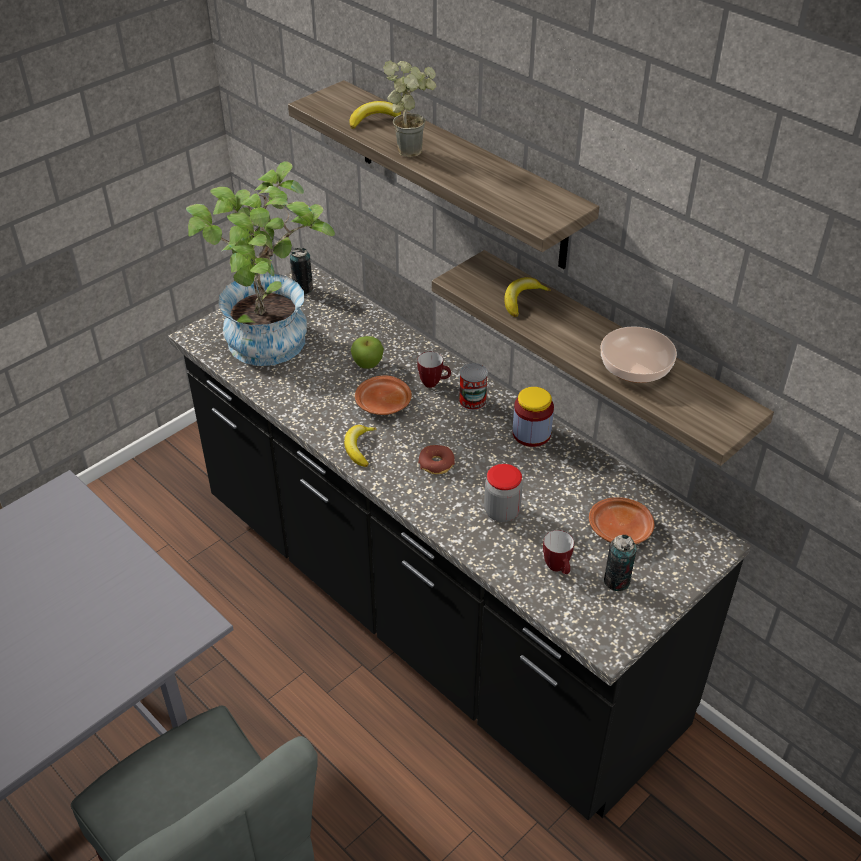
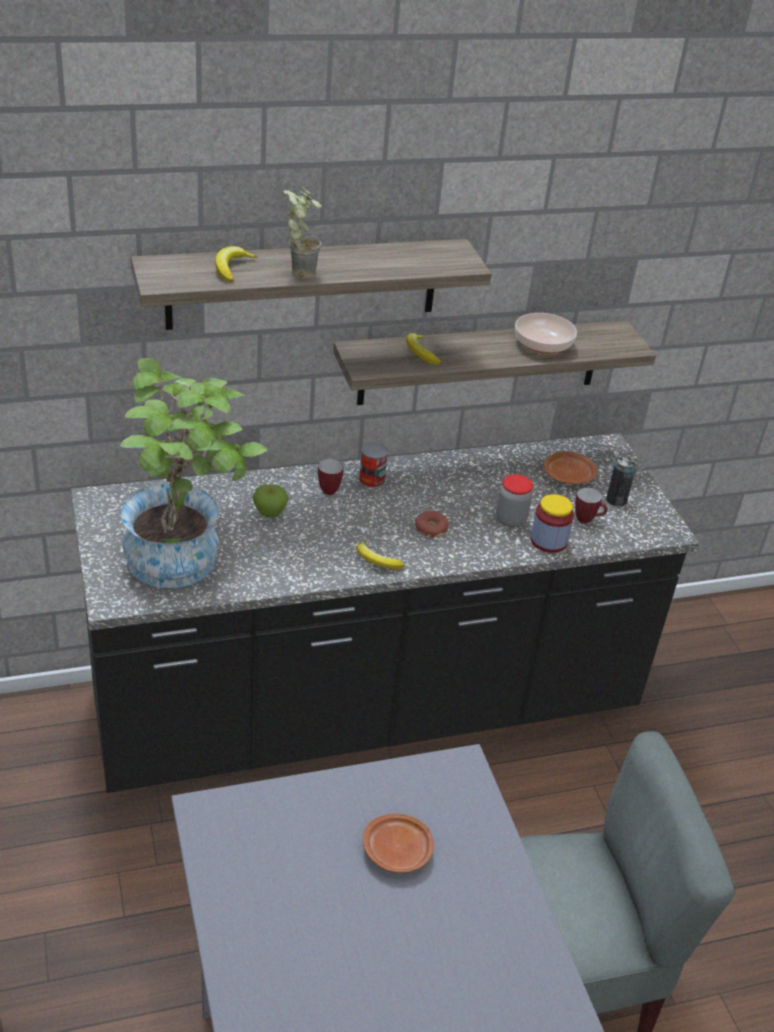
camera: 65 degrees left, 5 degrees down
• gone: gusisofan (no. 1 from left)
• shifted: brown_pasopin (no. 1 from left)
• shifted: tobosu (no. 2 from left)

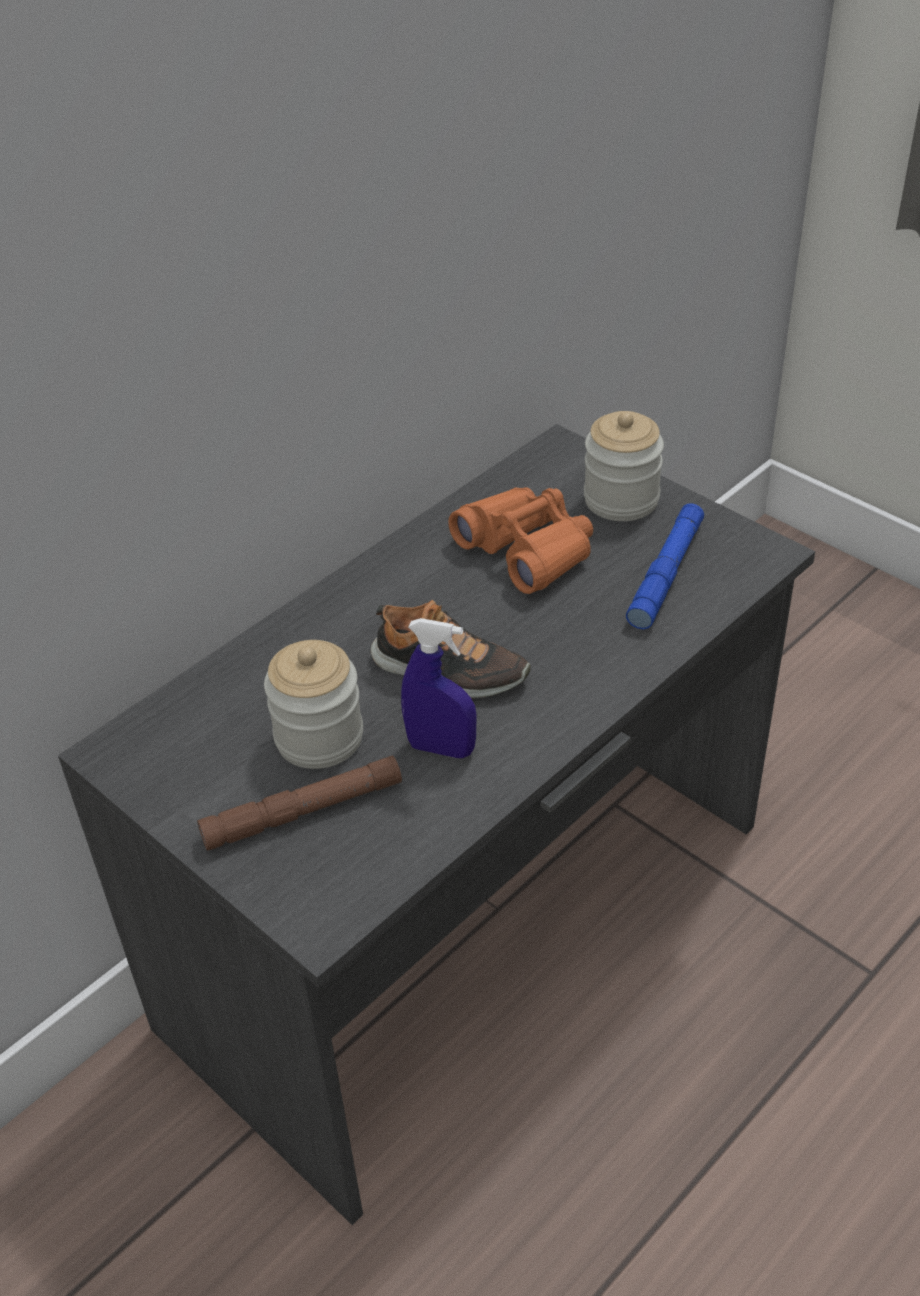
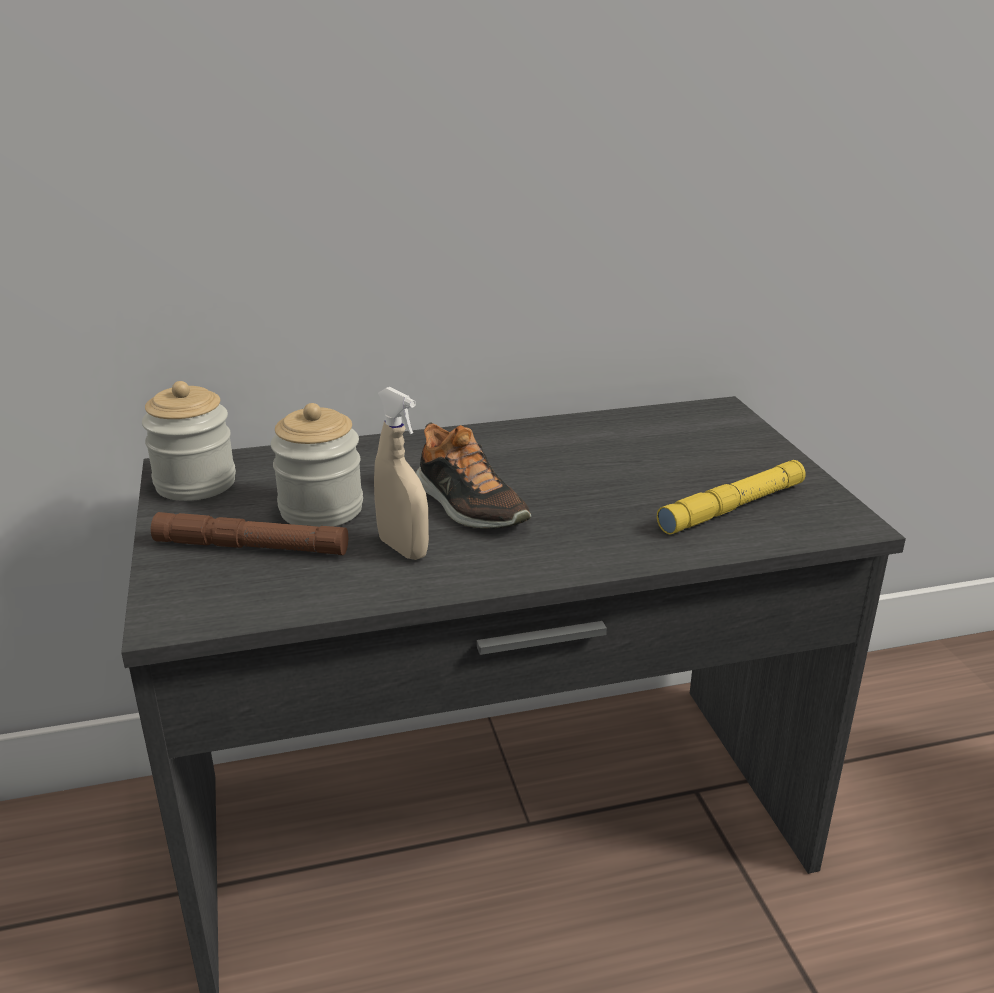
camera: 30 degrees right, 15 degrees down
• shifted: tobosu (no. 2 from left in the first image) to tobosu (no. 1 from left)
• gone: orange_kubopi
• repainted: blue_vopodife to yellow_vopodife
• repainted: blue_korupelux to beige_korupelux

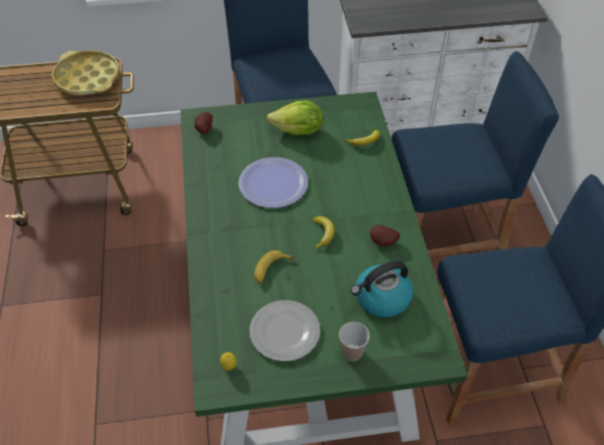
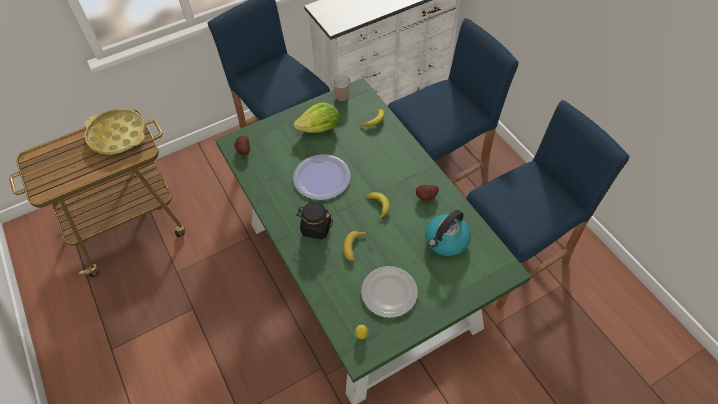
camera: 20 degrees left, 5 degrees up
• shifted: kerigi
• new: black_tobosu

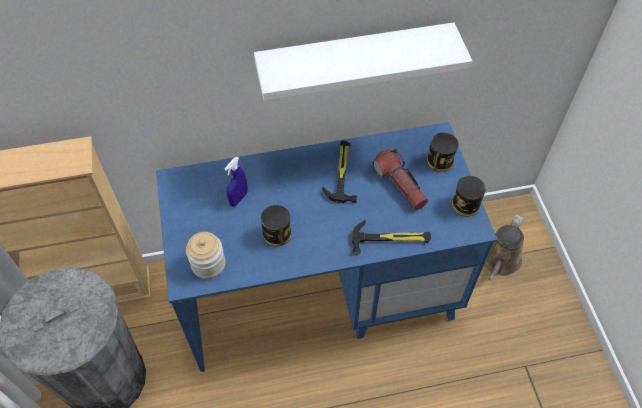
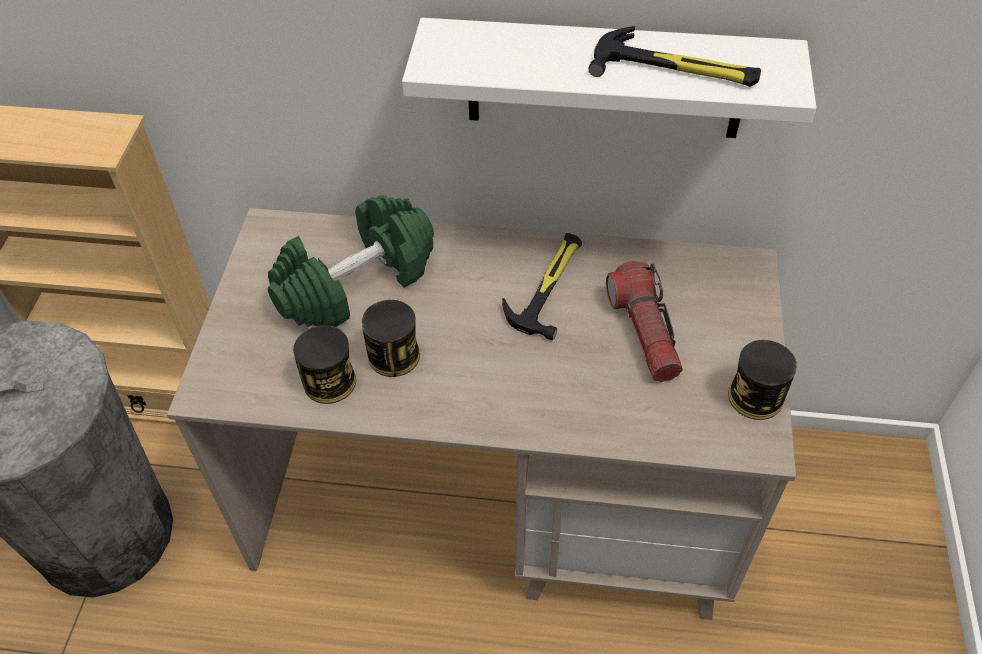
camera: 20 degrees right, 5 degrees down
• repainted: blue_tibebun to beige_tibebun
• shifted: gusisofan (no. 2 from left in the first image) to gusisofan (no. 1 from left)
• swapped: blue_korupelux to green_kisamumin
• gone: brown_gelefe
• shifted: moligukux (no. 2 from left)
• gone: tobosu

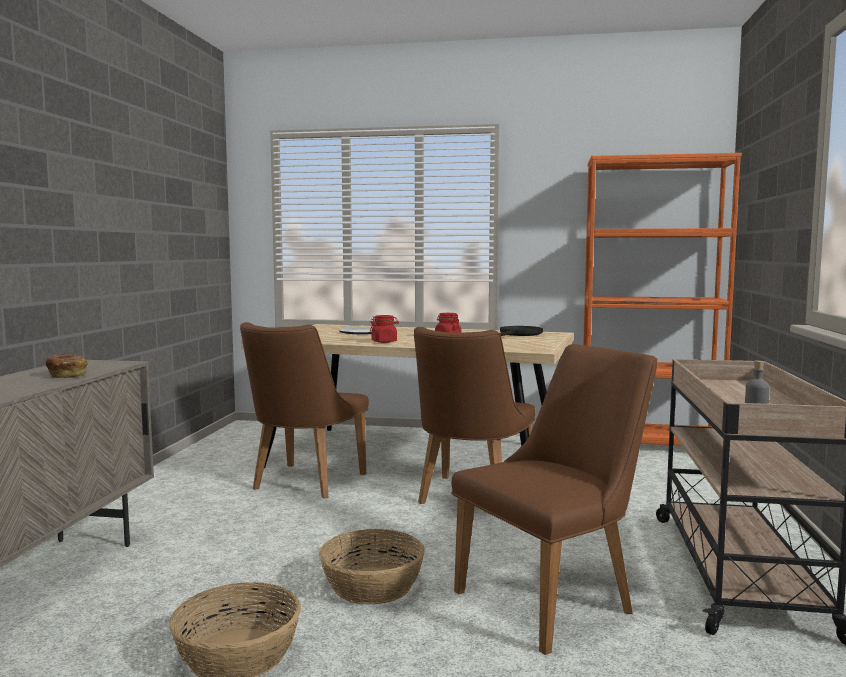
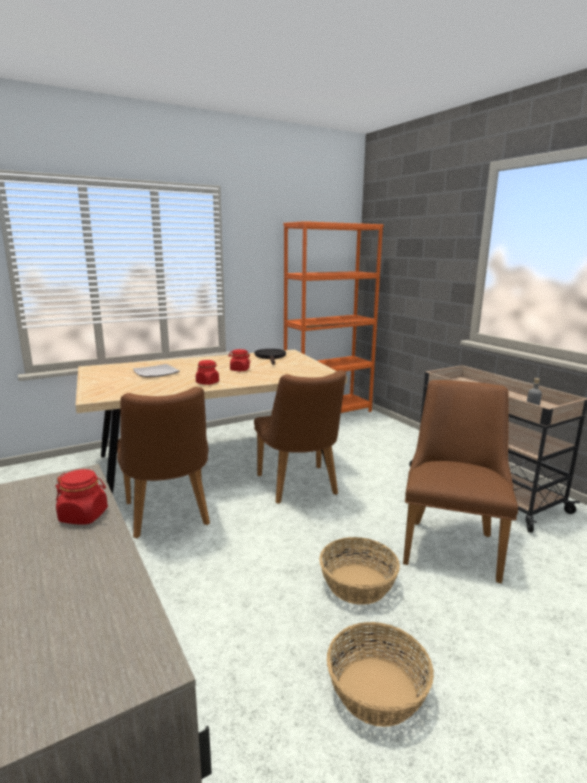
camera: 40 degrees left, 10 degrees up
• swapped: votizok to red_tobosu (no. 1 from left)

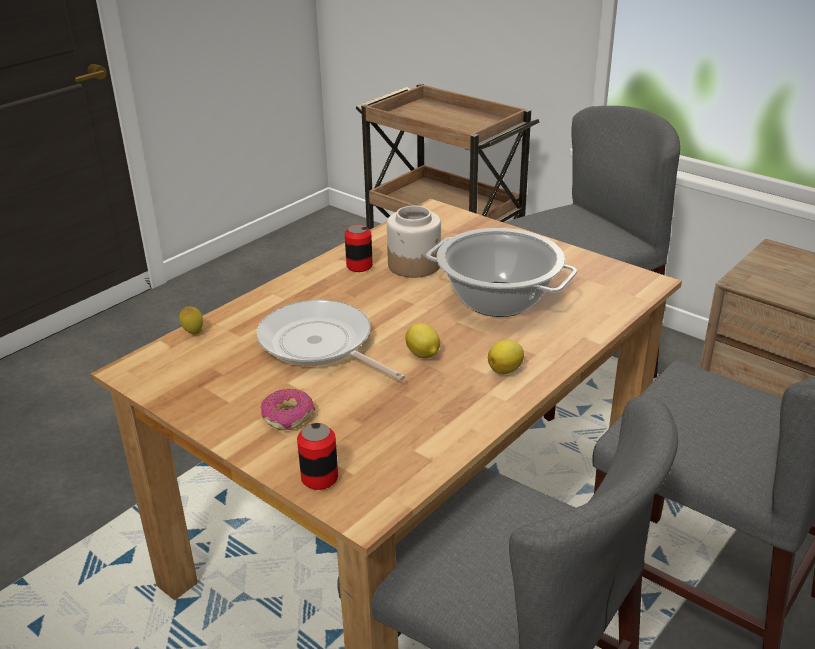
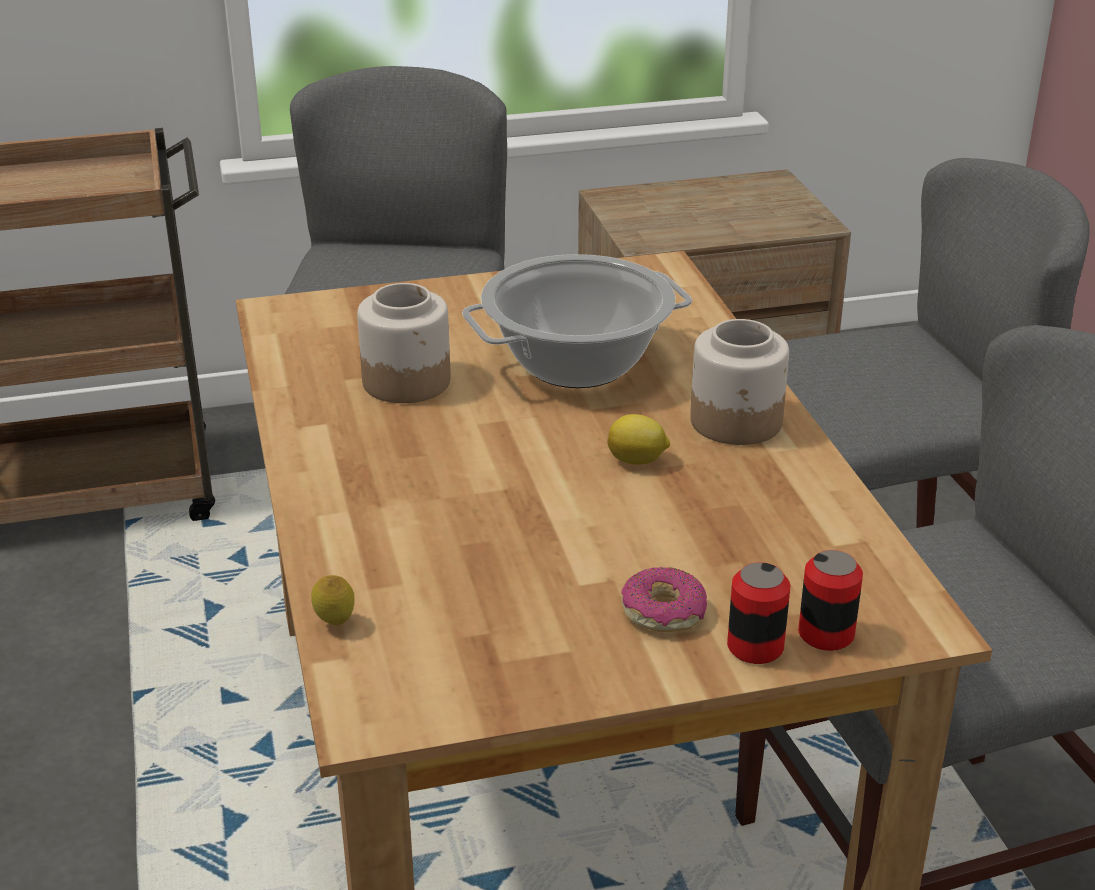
camera: 55 degrees left, 0 degrees up
• shifted: gusisofan (no. 2 from left in the first image) to gusisofan (no. 1 from left)
• gone: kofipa
• swapped: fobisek (no. 3 from left) to tobosu (no. 2 from left)

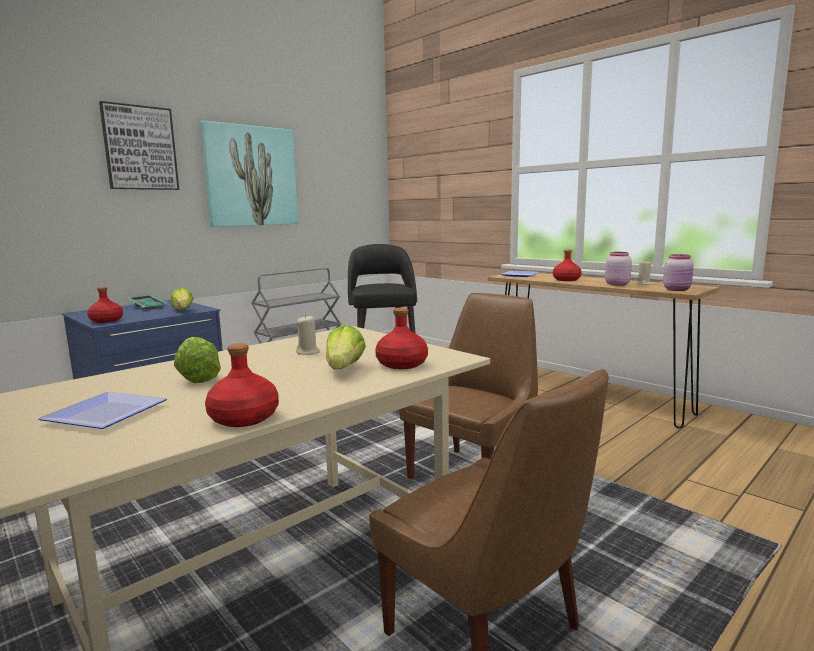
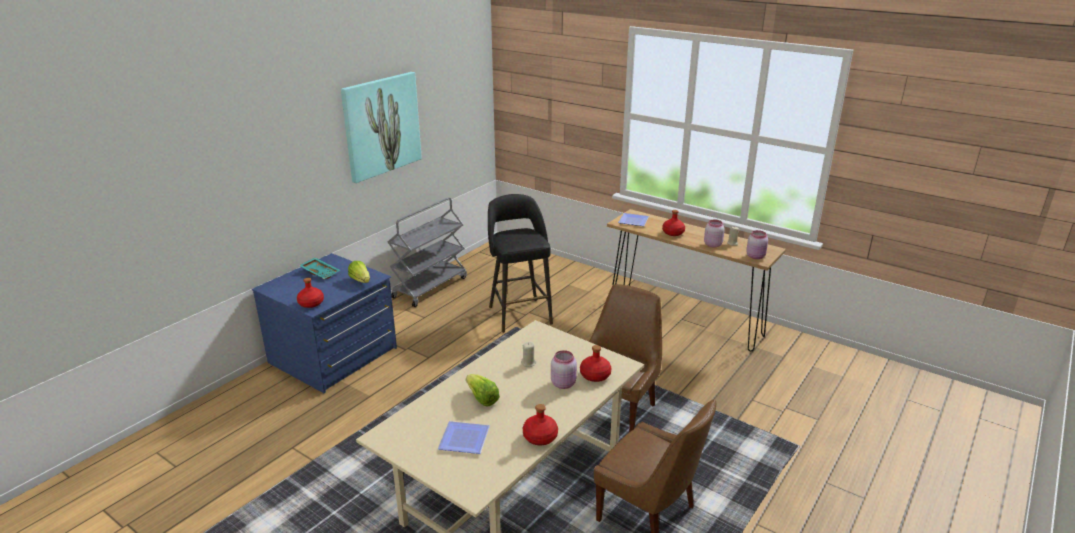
camera: 10 degrees left, 15 degrees up
• gone: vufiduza (no. 1 from left)
• swapped: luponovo (no. 3 from left) to pink_tobosu (no. 1 from left)

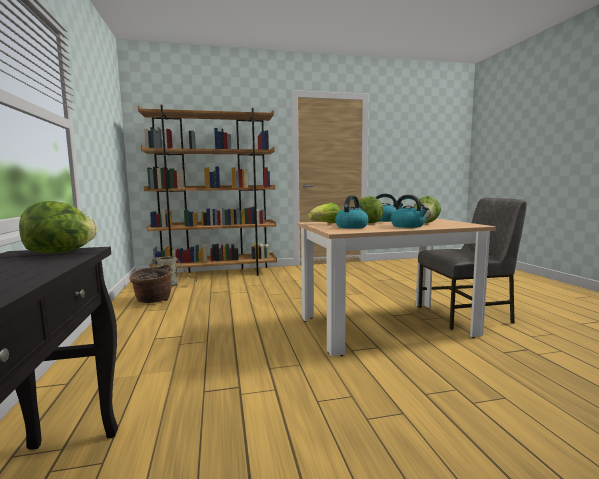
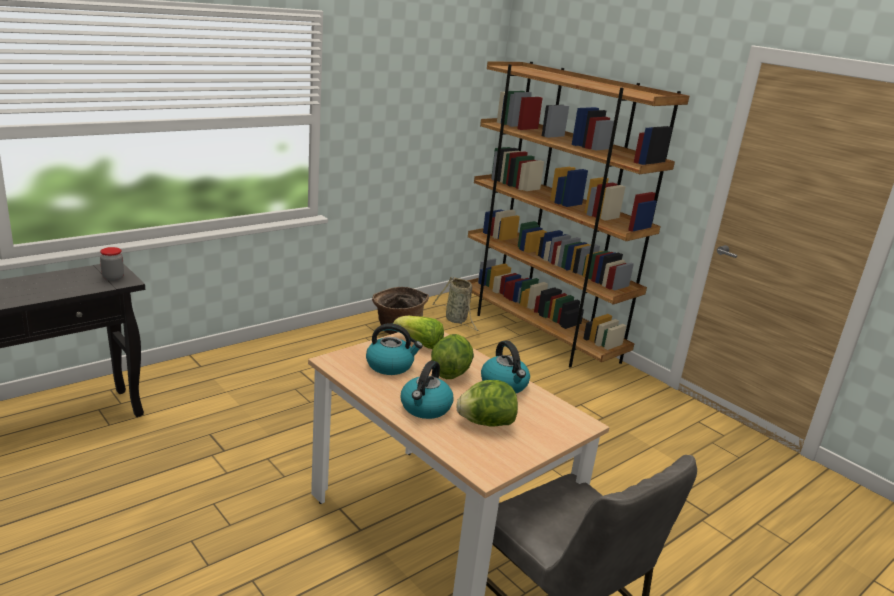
camera: 60 degrees right, 15 degrees up
• swapped: luponovo (no. 1 from left) to tobosu

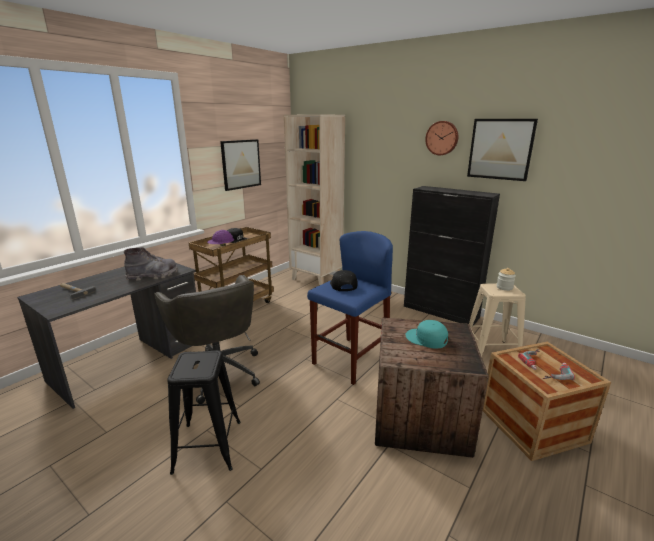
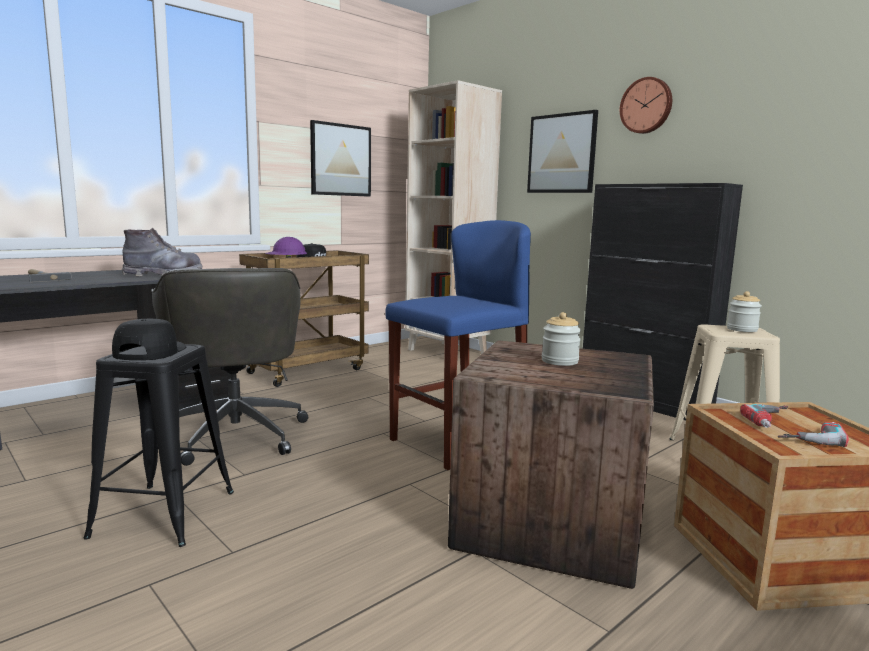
camera: 10 degrees right, 10 degrees down
• shifted: vufiduza (no. 2 from left)
• shifted: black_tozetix (no. 2 from left in the first image) to black_tozetix (no. 1 from left)
• swapped: turquoise_tozetix to tobosu (no. 1 from left)

